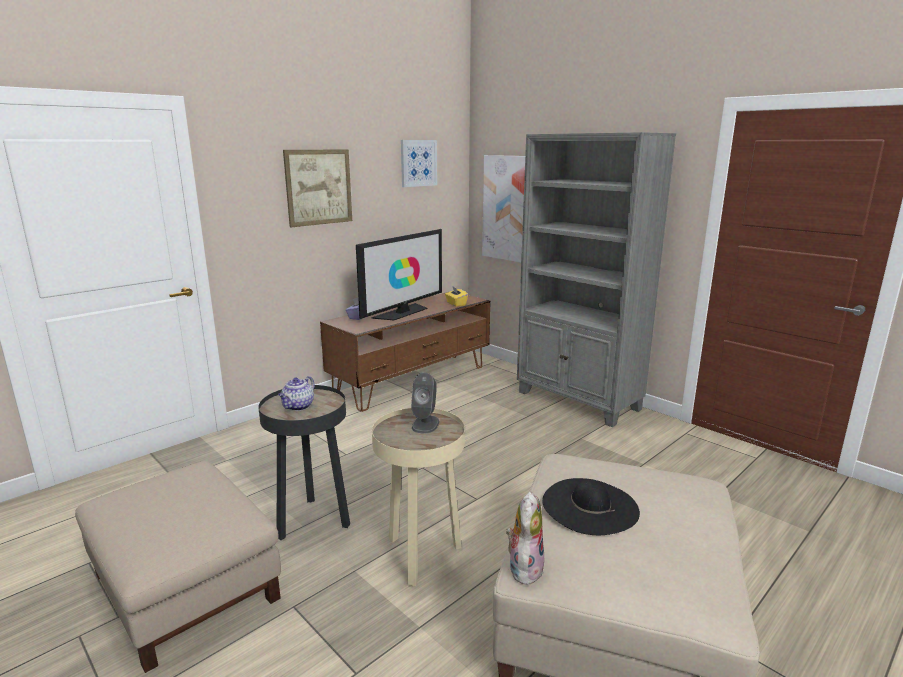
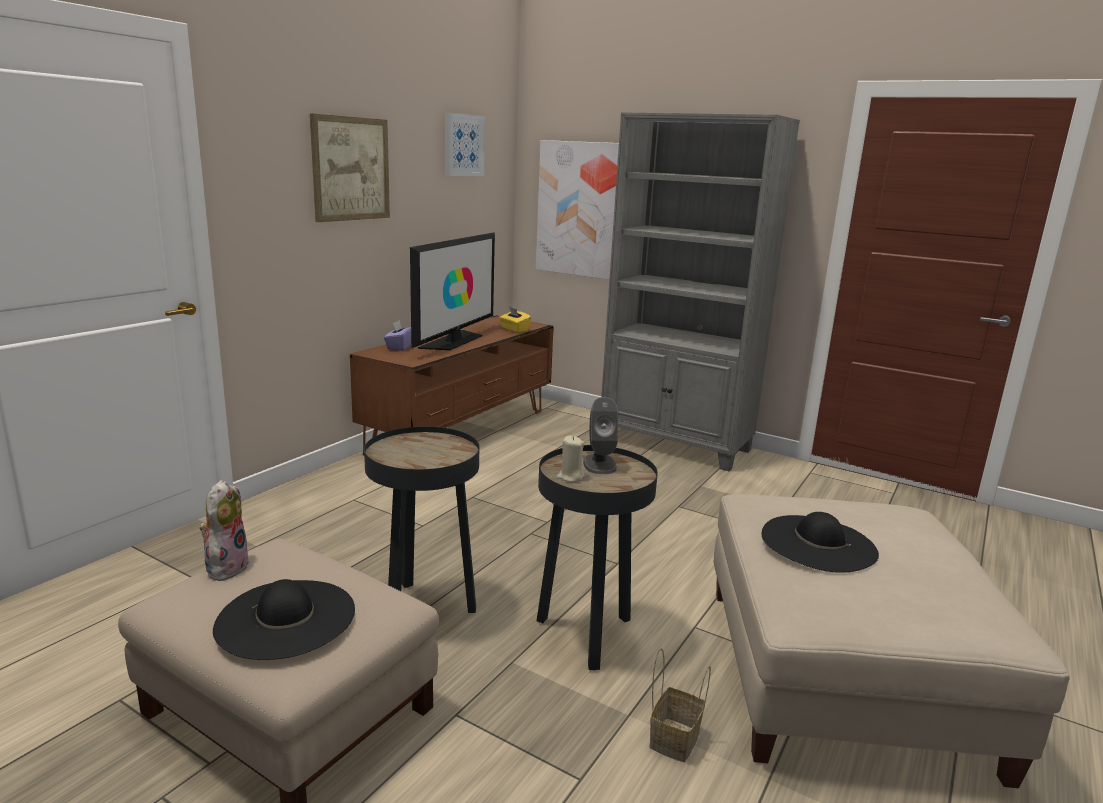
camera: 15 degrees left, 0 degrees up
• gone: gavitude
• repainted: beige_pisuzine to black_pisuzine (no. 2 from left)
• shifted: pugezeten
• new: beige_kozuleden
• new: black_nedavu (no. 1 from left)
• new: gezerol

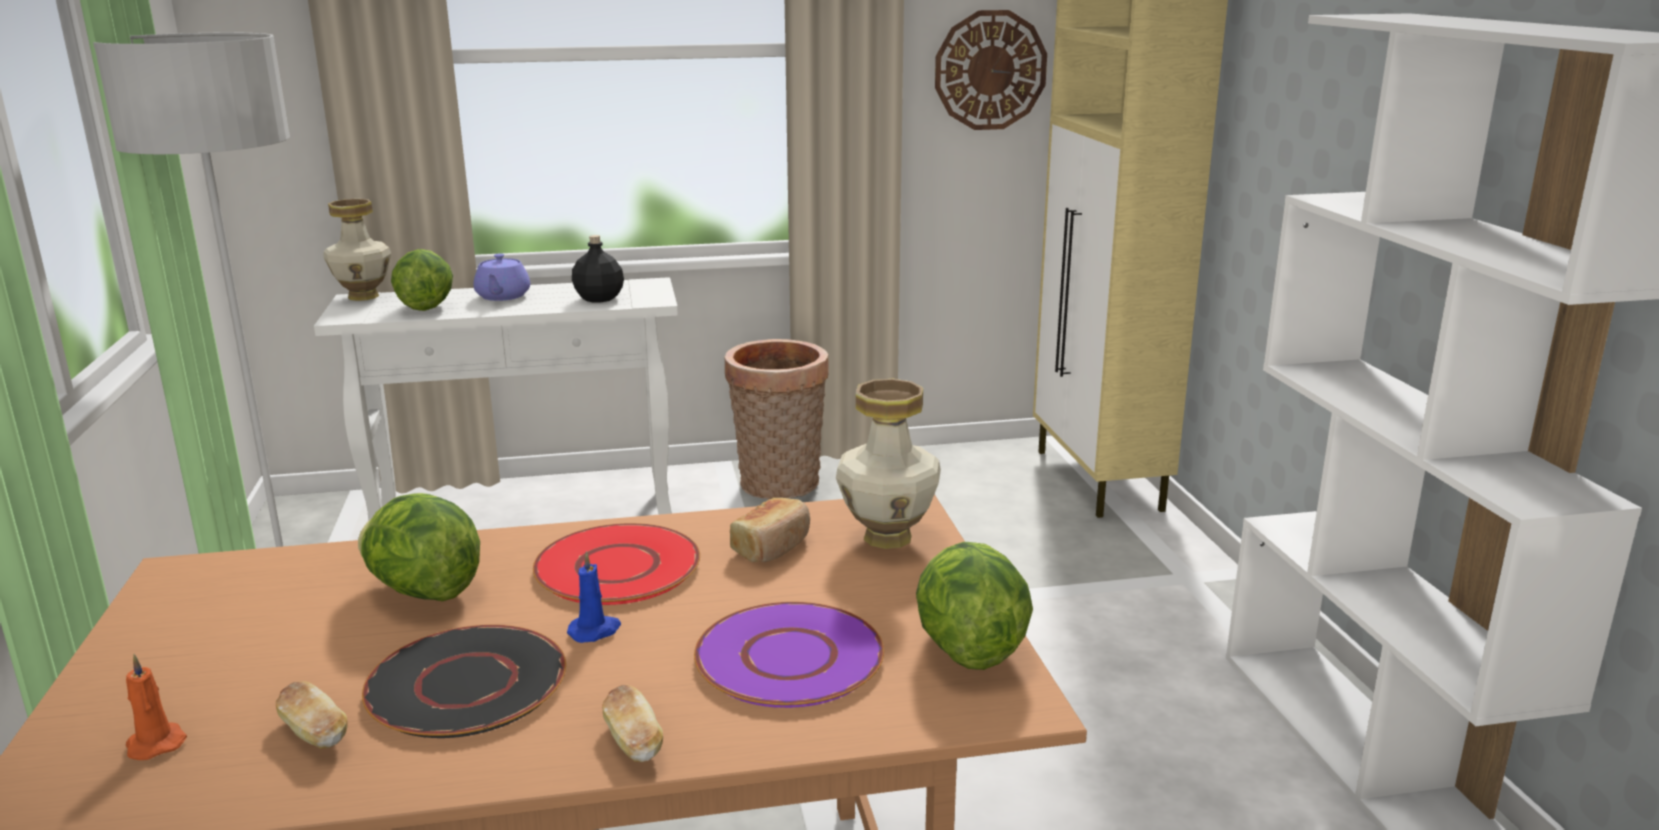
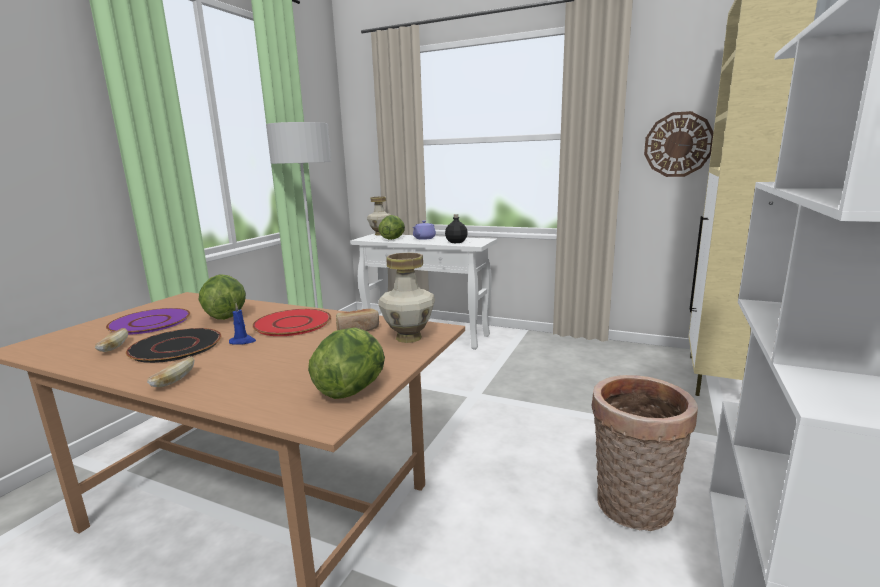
camera: 35 degrees right, 5 degrees down
• shifted: gezerol
• shifted: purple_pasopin
• gone: orange_kozuleden

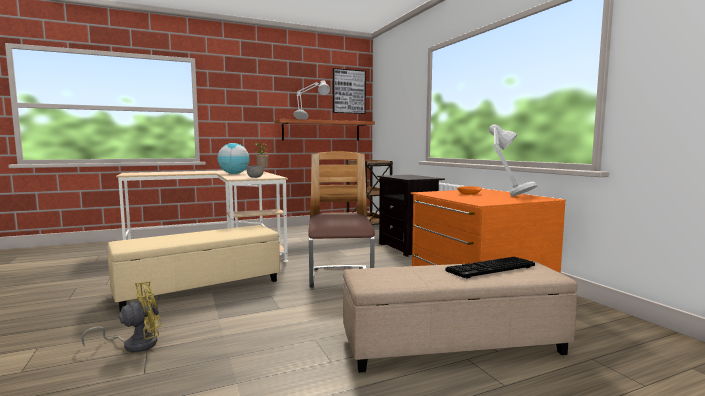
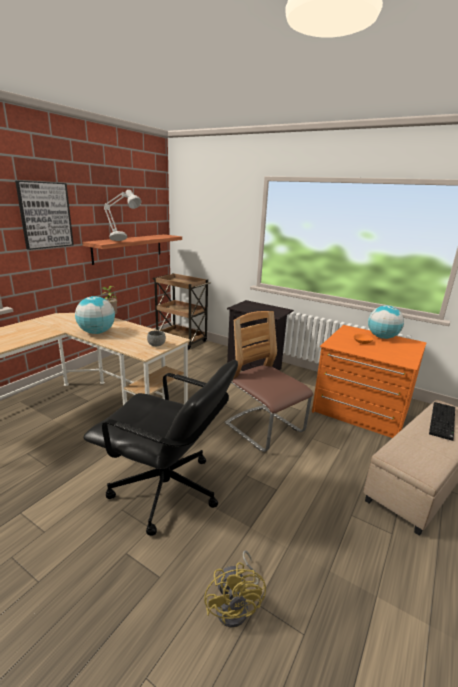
camera: 35 degrees left, 15 degrees up
• shifted: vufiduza
• swapped: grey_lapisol (no. 2 from left) to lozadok (no. 2 from left)
• swapped: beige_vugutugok (no. 1 from left) to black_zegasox
• rotated: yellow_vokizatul 150 degrees clockwise

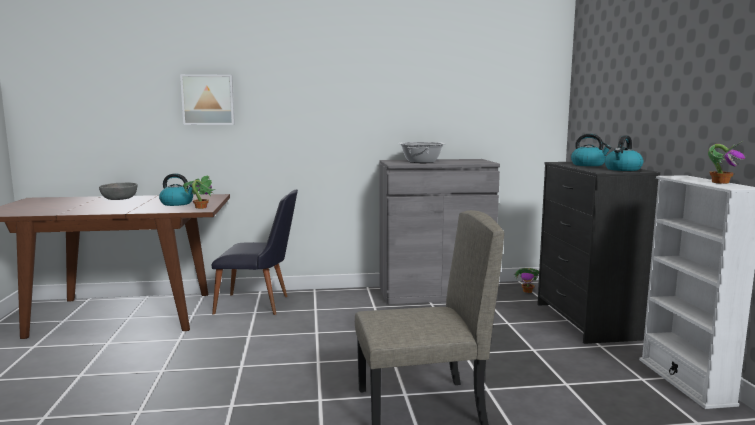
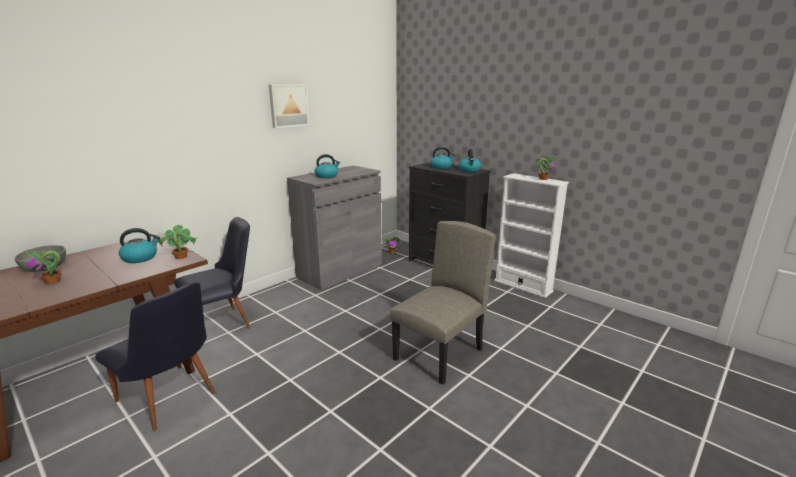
camera: 40 degrees left, 10 degrees up
• shifted: vufiduza
• swapped: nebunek to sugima (no. 2 from left)
• new: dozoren (no. 1 from left)
• new: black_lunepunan (no. 1 from left)

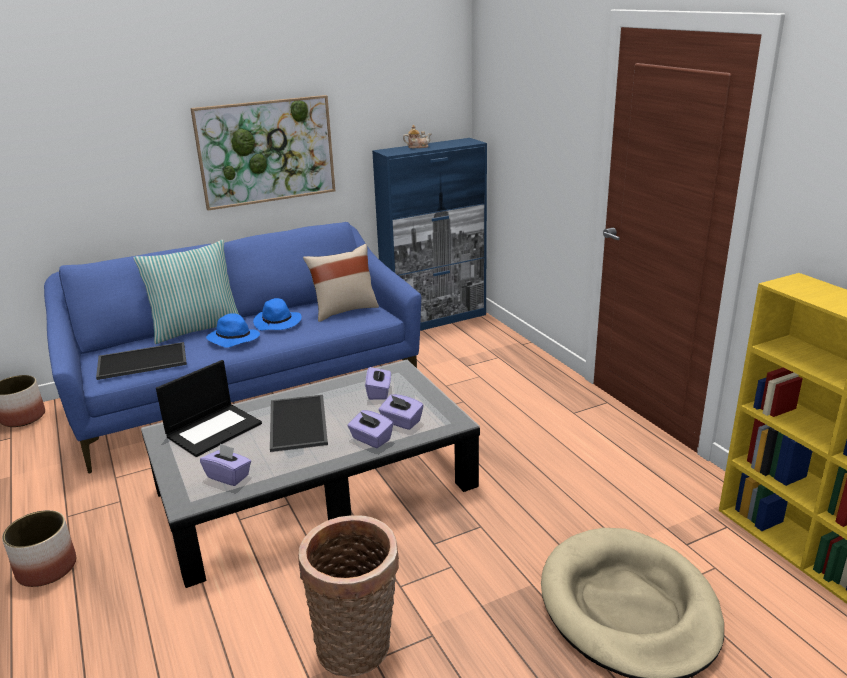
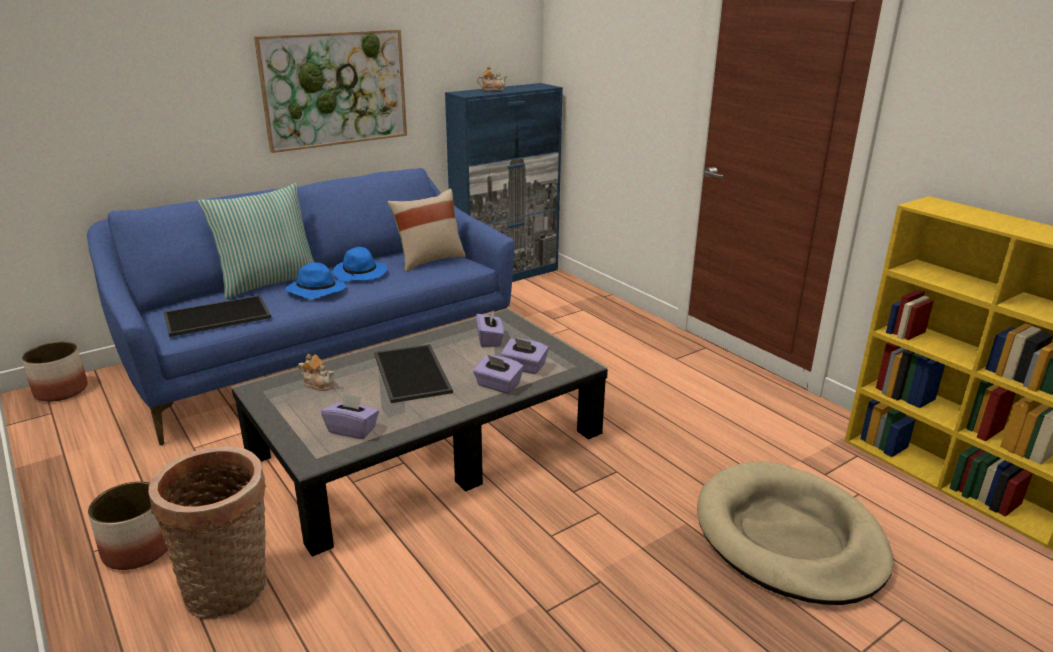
camera: 10 degrees left, 0 degrees up
• swapped: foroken to gavitude (no. 1 from left)
• shifted: gezerol

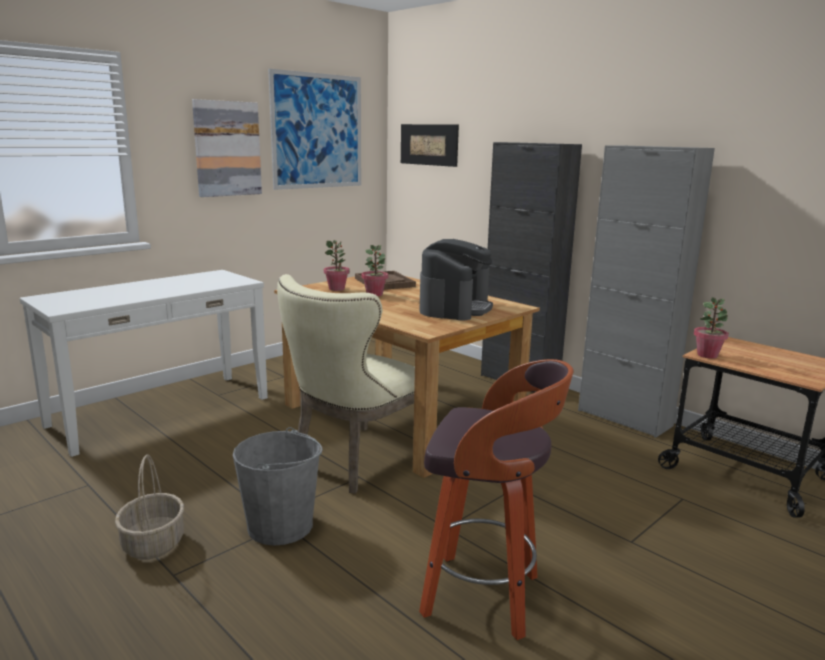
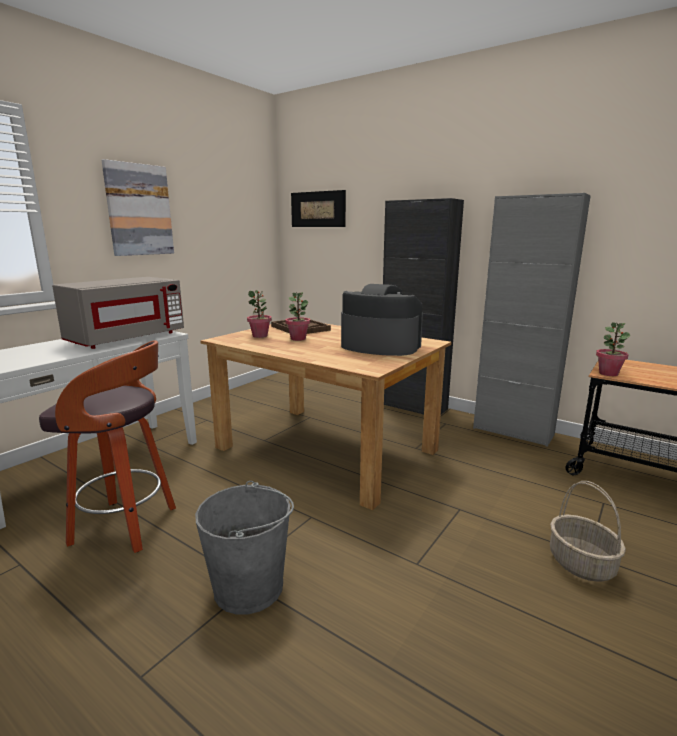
camera: 10 degrees left, 0 degrees up
• gone: vufiduza (no. 2 from left)
• rotated: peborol 75 degrees counterclockwise
• gone: beige_lunepunan
• shifted: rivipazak
• shifted: gezerol
• new: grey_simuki

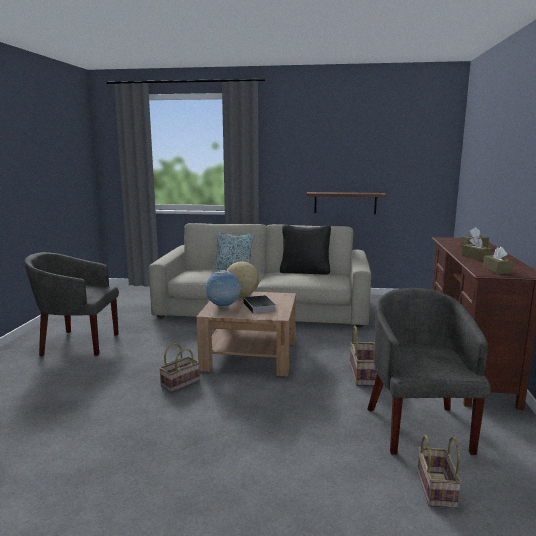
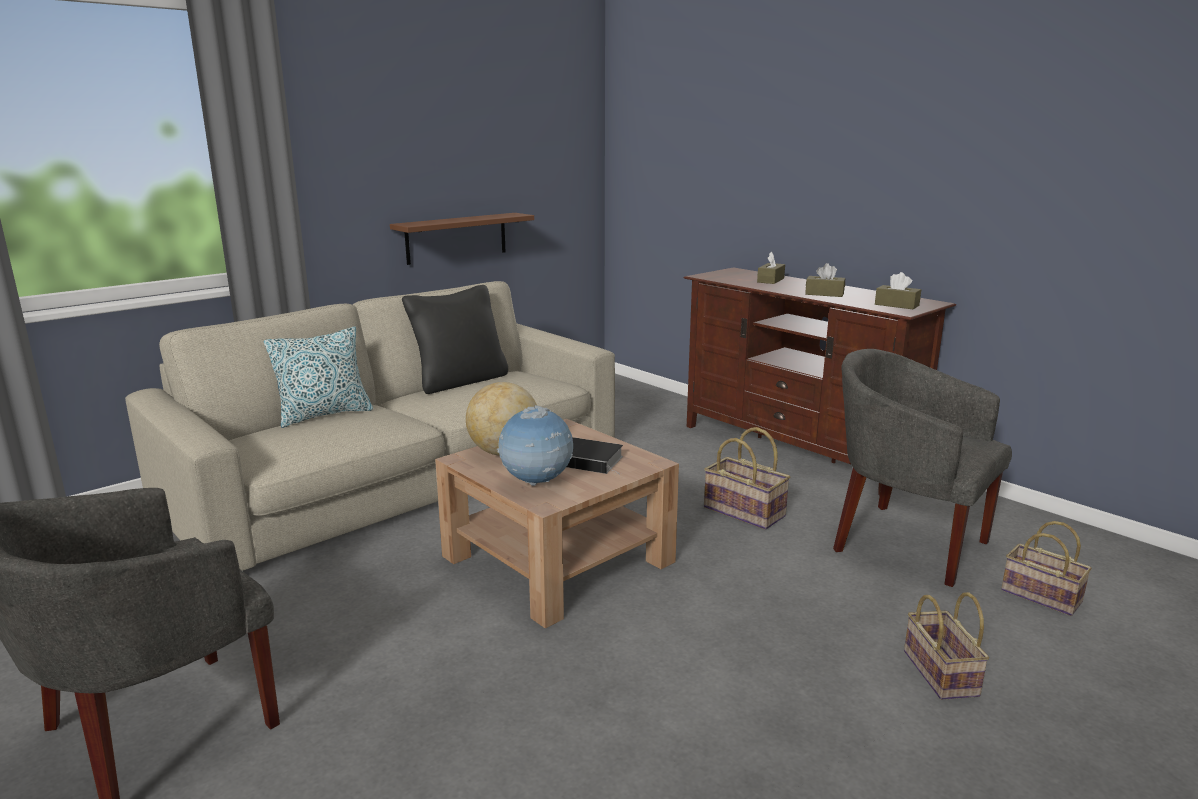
camera: 50 degrees left, 5 degrees up
• shifted: gezerol (no. 1 from left in the first image) to gezerol (no. 2 from left)

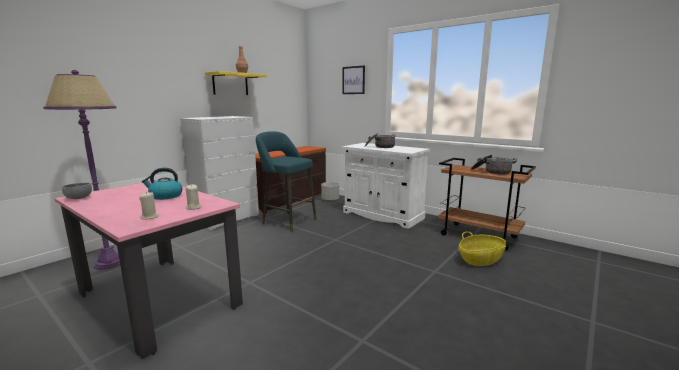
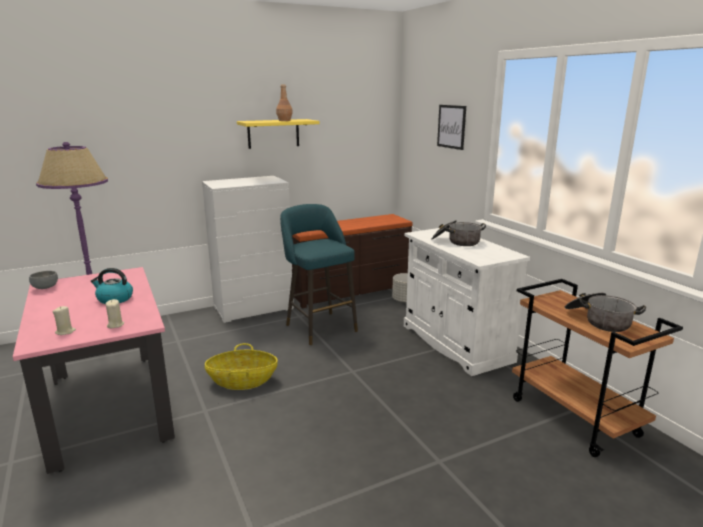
camera: 25 degrees right, 5 degrees up
• shifted: gezerol

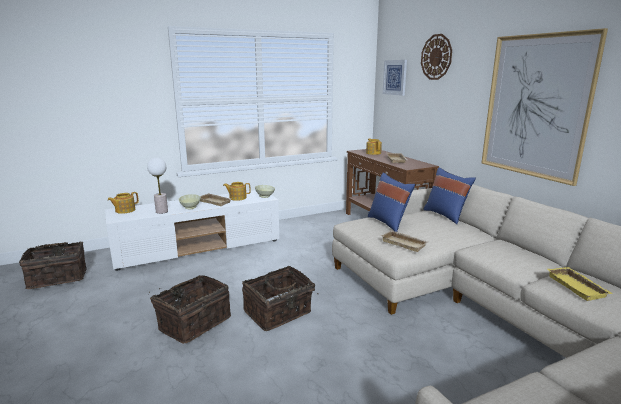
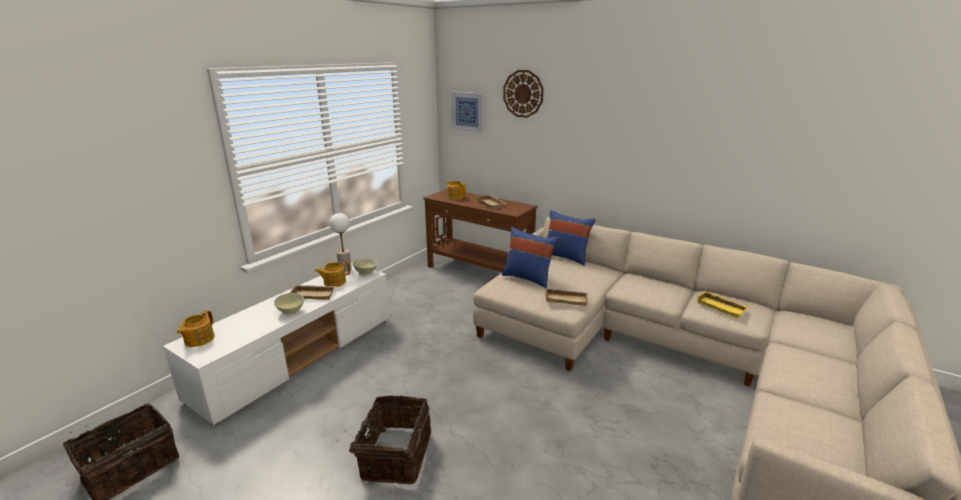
camera: 30 degrees left, 5 degrees up
• gone: vufiduza (no. 2 from left)
• shifted: lapisol
• gone: gezerol (no. 3 from left)

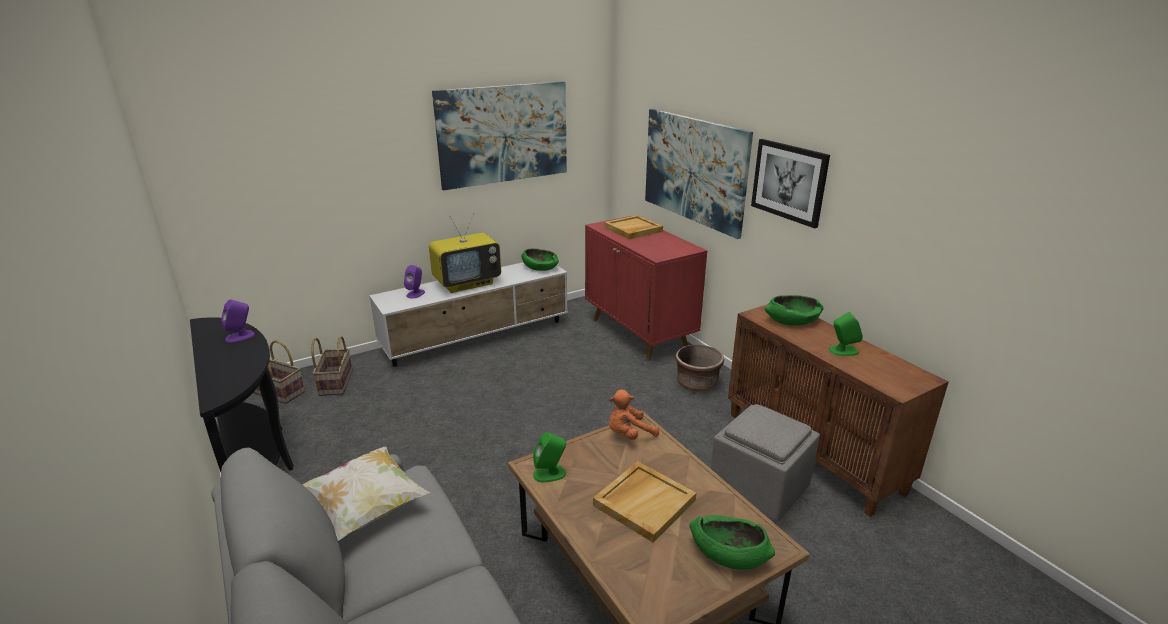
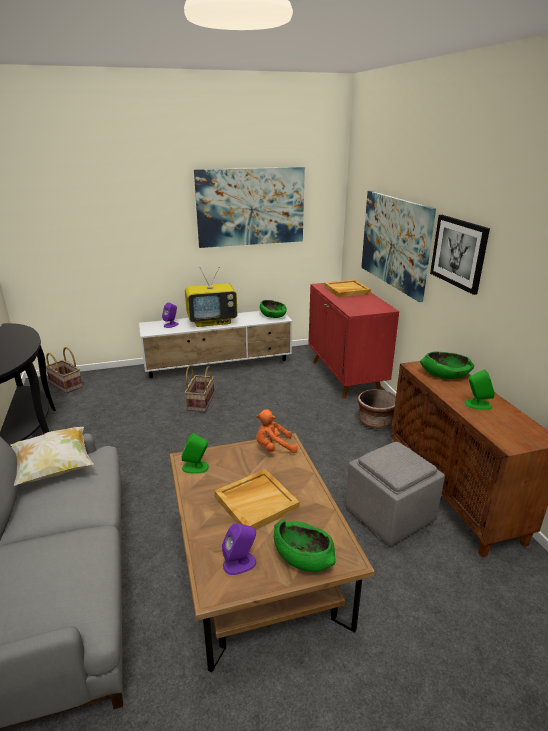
camera: 15 degrees right, 0 degrees up
• shifted: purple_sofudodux (no. 1 from left in the first image) to purple_sofudodux (no. 2 from left)
• shifted: gezerol (no. 2 from left)

